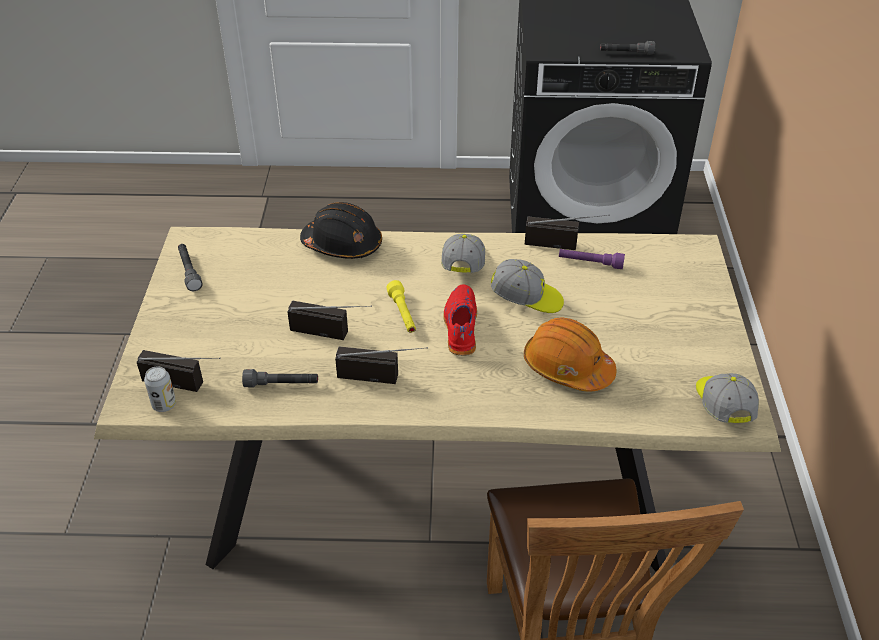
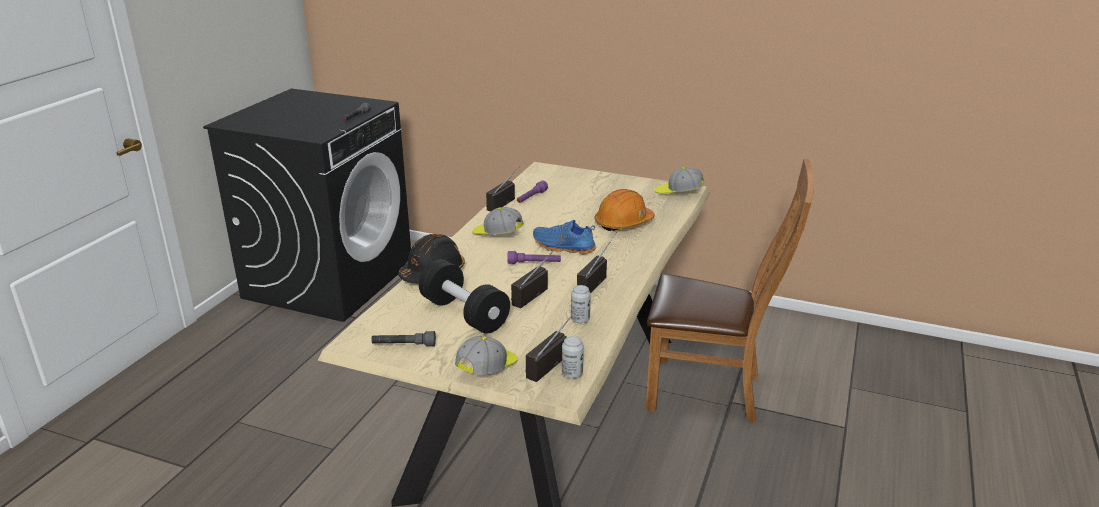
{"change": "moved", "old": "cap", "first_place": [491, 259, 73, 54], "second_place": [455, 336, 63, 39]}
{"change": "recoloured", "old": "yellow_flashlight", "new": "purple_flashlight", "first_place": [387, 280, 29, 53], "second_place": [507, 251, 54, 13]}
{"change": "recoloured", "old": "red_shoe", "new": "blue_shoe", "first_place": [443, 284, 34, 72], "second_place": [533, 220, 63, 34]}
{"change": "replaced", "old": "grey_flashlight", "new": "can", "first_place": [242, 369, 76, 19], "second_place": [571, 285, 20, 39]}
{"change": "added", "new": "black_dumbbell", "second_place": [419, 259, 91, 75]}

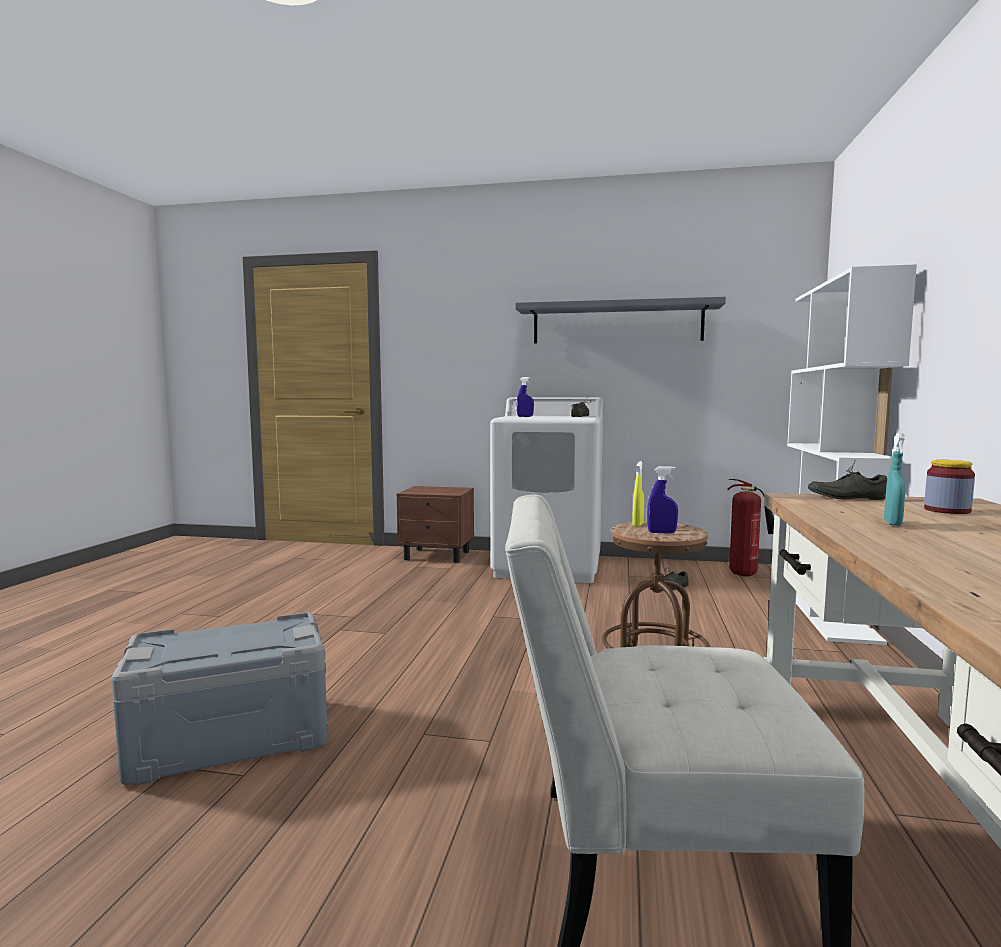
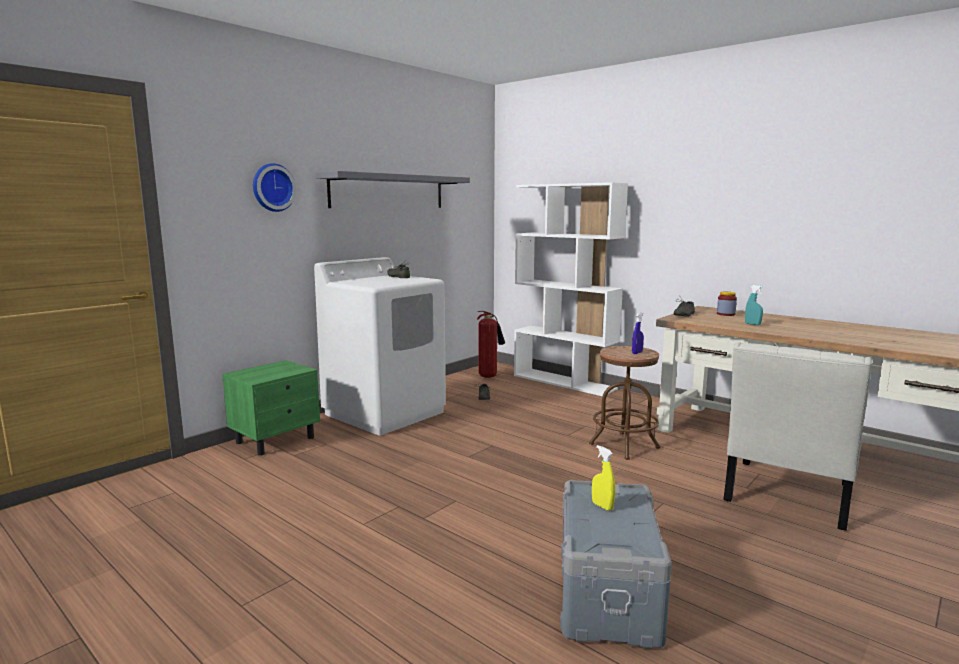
{"change": "removed", "old": "blue_spray_bottle", "first_place": [517, 377, 17, 40]}
{"change": "moved", "old": "yellow_spray_bottle", "first_place": [632, 461, 12, 66], "second_place": [592, 445, 23, 66]}
{"change": "recoloured", "old": "brown_nightstand", "new": "green_nightstand", "first_place": [396, 486, 78, 77], "second_place": [222, 360, 98, 96]}
{"change": "added", "new": "wall_clock", "second_place": [253, 163, 43, 49]}

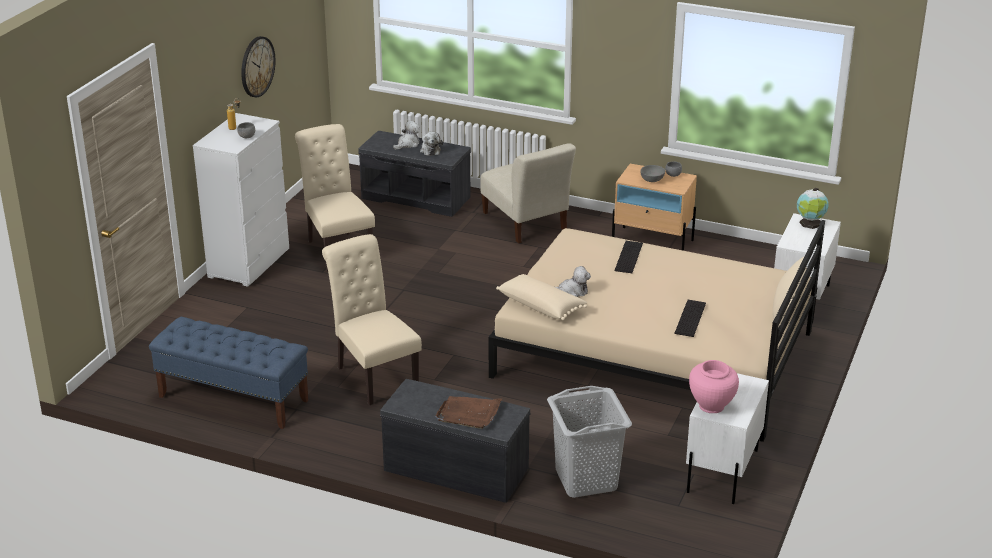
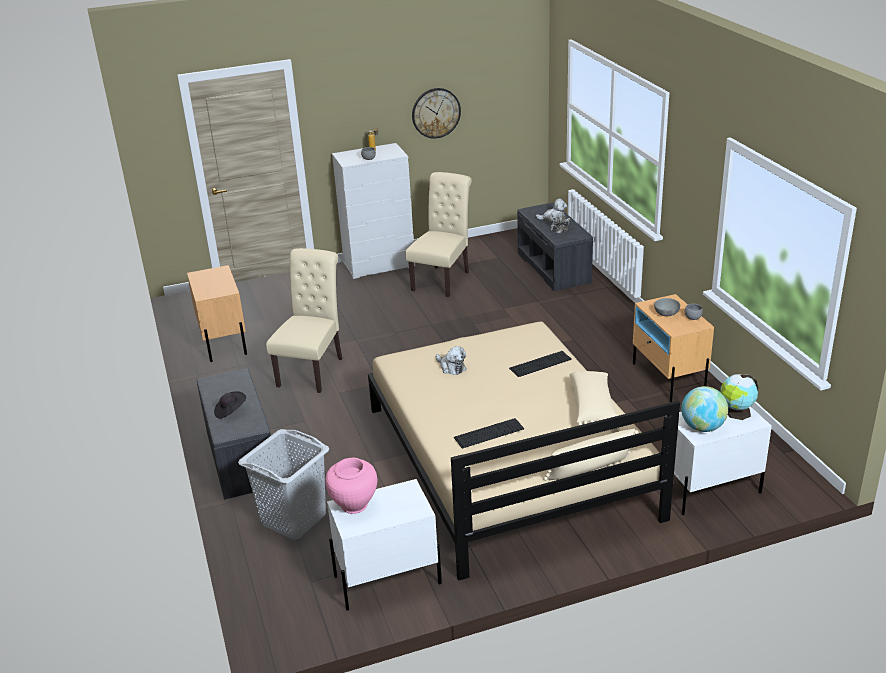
{"change": "removed", "old": "beige_chair", "first_place": [480, 143, 96, 100]}
{"change": "moved", "old": "beige_pillow", "first_place": [496, 274, 91, 46], "second_place": [569, 371, 49, 54]}
{"change": "replaced", "old": "blue_bench", "new": "beige_nightstand", "first_place": [149, 317, 160, 112], "second_place": [187, 265, 60, 97]}
{"change": "replaced", "old": "brown_tray", "new": "black_hat", "first_place": [435, 396, 67, 33], "second_place": [214, 391, 32, 28]}
{"change": "added", "new": "globe", "second_place": [681, 386, 47, 46]}

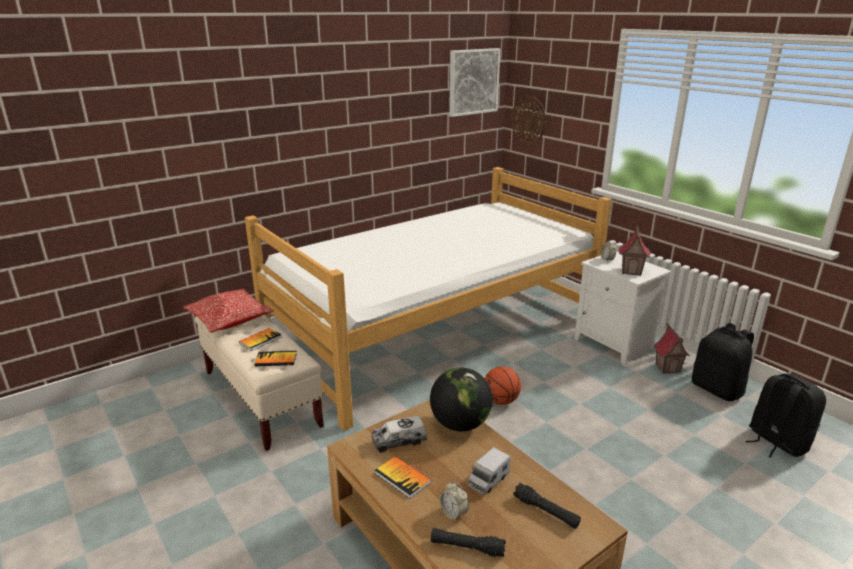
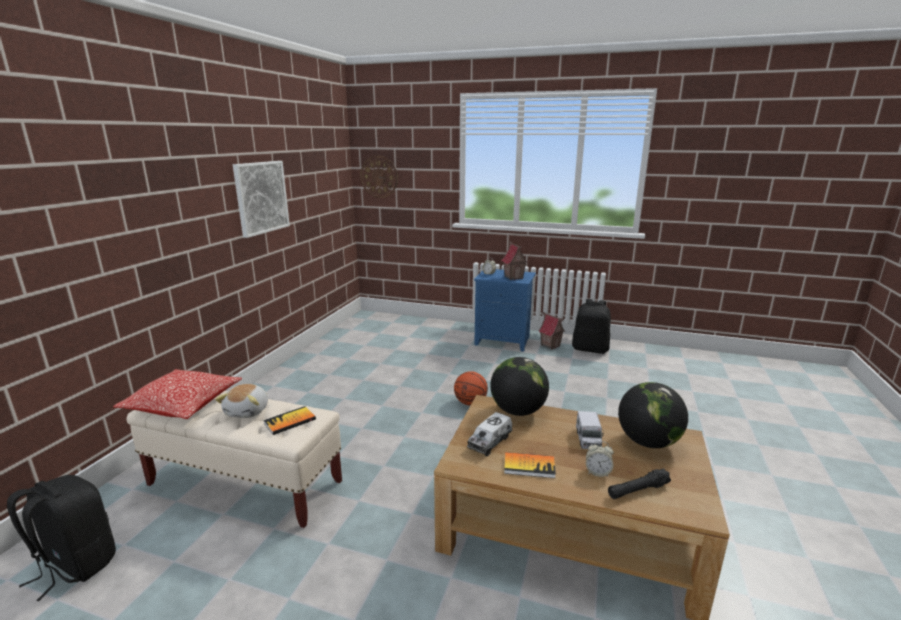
{"change": "moved", "old": "picture", "first_place": [449, 48, 51, 69], "second_place": [233, 161, 57, 77]}
{"change": "removed", "old": "bed", "first_place": [245, 167, 367, 264]}
{"change": "recoloured", "old": "white_nightstand", "new": "blue_nightstand", "first_place": [575, 251, 96, 114], "second_place": [474, 269, 62, 83]}
{"change": "replaced", "old": "book", "new": "plush_toy", "first_place": [239, 328, 43, 23], "second_place": [215, 384, 53, 34]}
{"change": "moved", "old": "black_backpack", "first_place": [745, 373, 81, 85], "second_place": [7, 475, 109, 126]}
{"change": "replaced", "old": "black_flashlight", "new": "globe", "first_place": [513, 483, 68, 46], "second_place": [618, 382, 70, 66]}

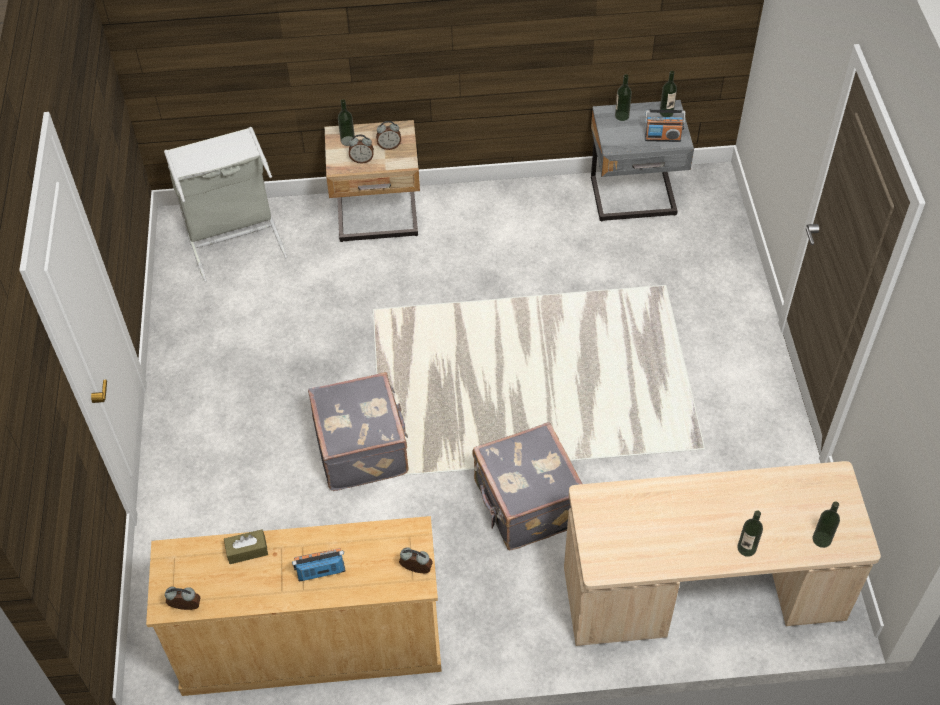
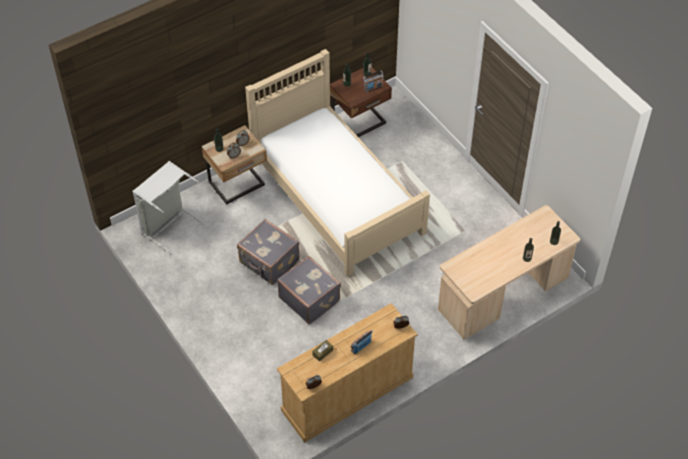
{"change": "recoloured", "old": "grey_nightstand", "new": "brown_nightstand", "first_place": [591, 100, 103, 121], "second_place": [330, 67, 62, 70]}
{"change": "moved", "old": "grey_suitcase", "first_place": [473, 422, 109, 128], "second_place": [237, 219, 63, 66]}
{"change": "added", "new": "beige_bed", "second_place": [245, 49, 185, 228]}

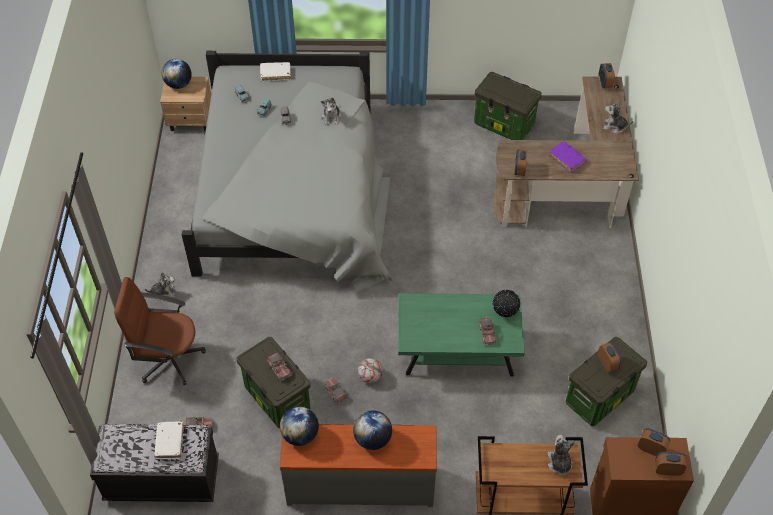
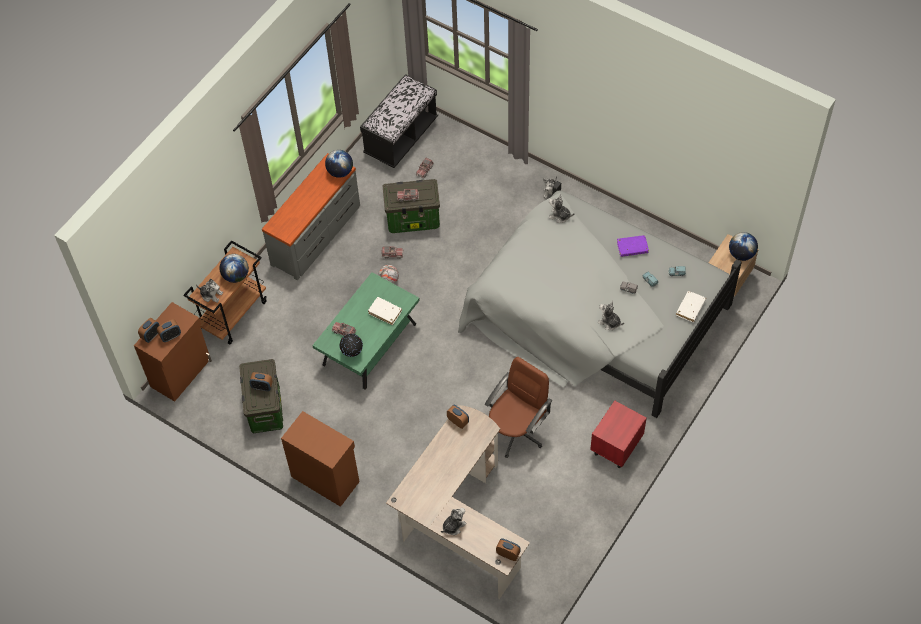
{"change": "removed", "old": "storage_box", "first_place": [474, 72, 68, 68]}
{"change": "moved", "old": "purple_book", "first_place": [549, 141, 38, 32], "second_place": [617, 235, 32, 22]}
{"change": "moved", "old": "brown_office_chair", "first_place": [114, 277, 92, 109], "second_place": [485, 357, 67, 101]}
{"change": "moved", "old": "globe", "first_place": [353, 411, 39, 39], "second_place": [219, 254, 30, 29]}
{"change": "moved", "old": "white_book", "first_place": [154, 421, 30, 38], "second_place": [368, 297, 34, 28]}
{"change": "added", "new": "plush_toy", "second_place": [549, 194, 26, 29]}
{"change": "added", "new": "red_nightstand", "second_place": [590, 401, 57, 67]}
{"change": "added", "new": "brown_cabinet", "second_place": [281, 411, 79, 96]}

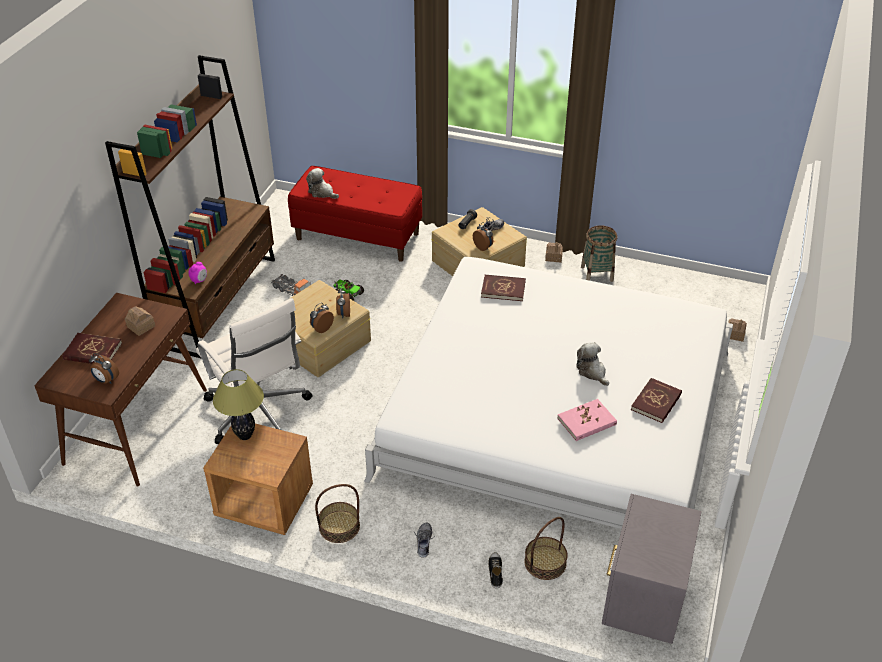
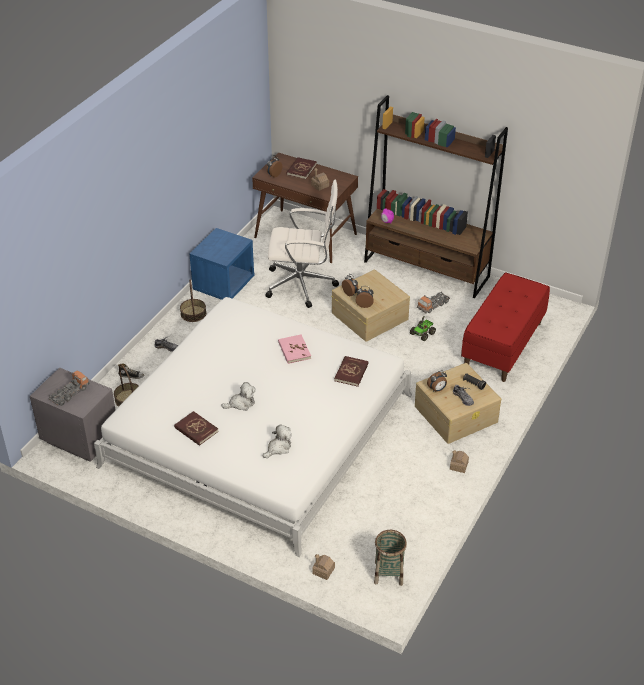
{"change": "moved", "old": "plush_toy", "first_place": [306, 168, 33, 31], "second_place": [263, 424, 29, 34]}
{"change": "moved", "old": "basket", "first_place": [581, 225, 37, 57], "second_place": [374, 530, 33, 56]}
{"change": "turned", "old": "white_office_chair", "first_place": [196, 298, 117, 146], "second_place": [265, 180, 74, 128], "degrees": -150}
{"change": "removed", "old": "table_lamp", "first_place": [213, 369, 51, 71]}
{"change": "moved", "old": "pink_book", "first_place": [557, 399, 60, 42], "second_place": [278, 334, 33, 30]}
{"change": "recoloured", "old": "brown_nightstand", "new": "blue_nightstand", "first_place": [203, 424, 110, 111], "second_place": [189, 228, 66, 72]}
{"change": "added", "new": "toy_truck", "second_place": [49, 370, 41, 36]}

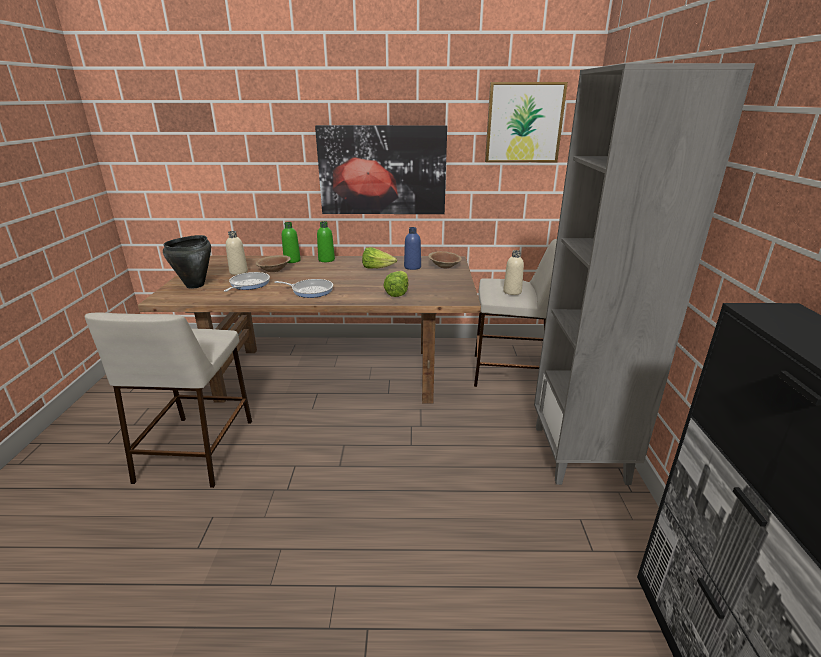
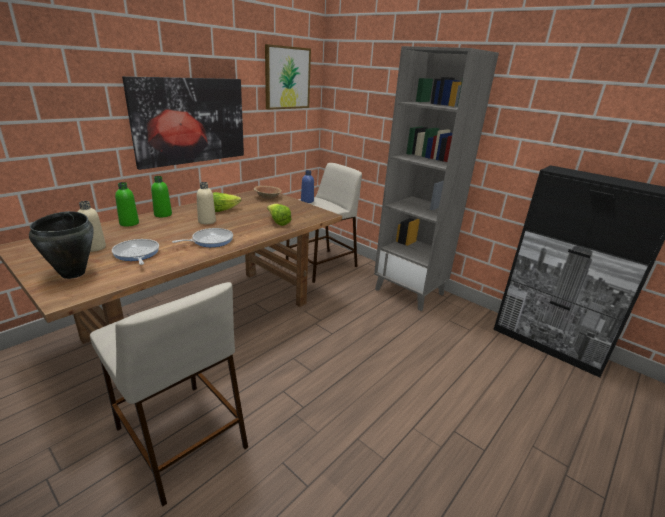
{"change": "moved", "old": "blue_bottle", "first_place": [404, 227, 17, 43], "second_place": [301, 170, 13, 33]}
{"change": "moved", "old": "beige_bottle", "first_place": [503, 250, 21, 45], "second_place": [197, 182, 19, 42]}
{"change": "removed", "old": "brown_bowl", "first_place": [255, 255, 36, 17]}

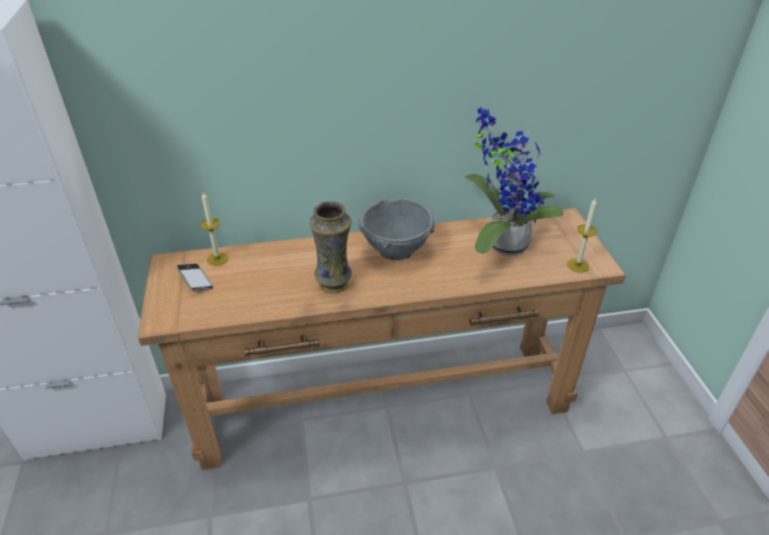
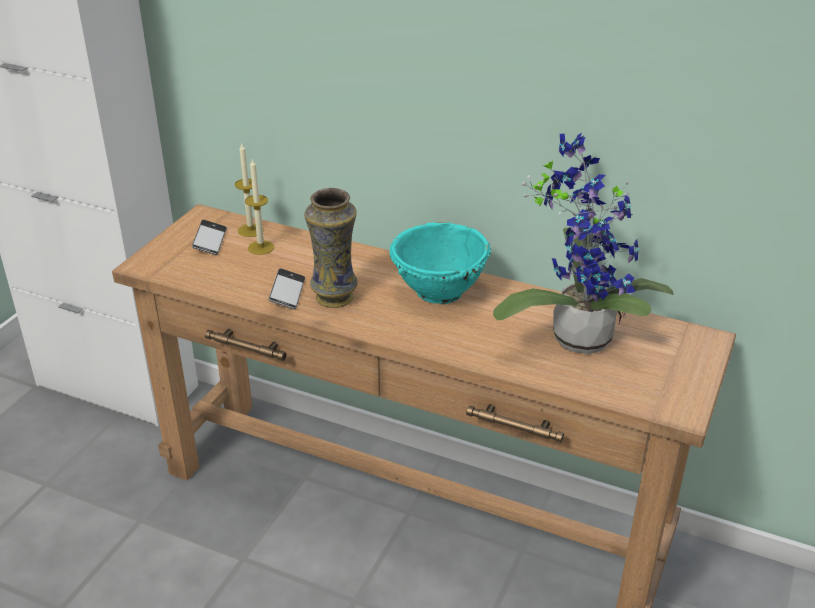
{"change": "moved", "old": "candle", "first_place": [567, 197, 30, 76], "second_place": [245, 158, 29, 97]}
{"change": "recoloured", "old": "grey_bowl", "new": "turquoise_bowl", "first_place": [358, 198, 77, 63], "second_place": [389, 222, 102, 82]}
{"change": "added", "new": "phone", "second_place": [268, 268, 37, 41]}

